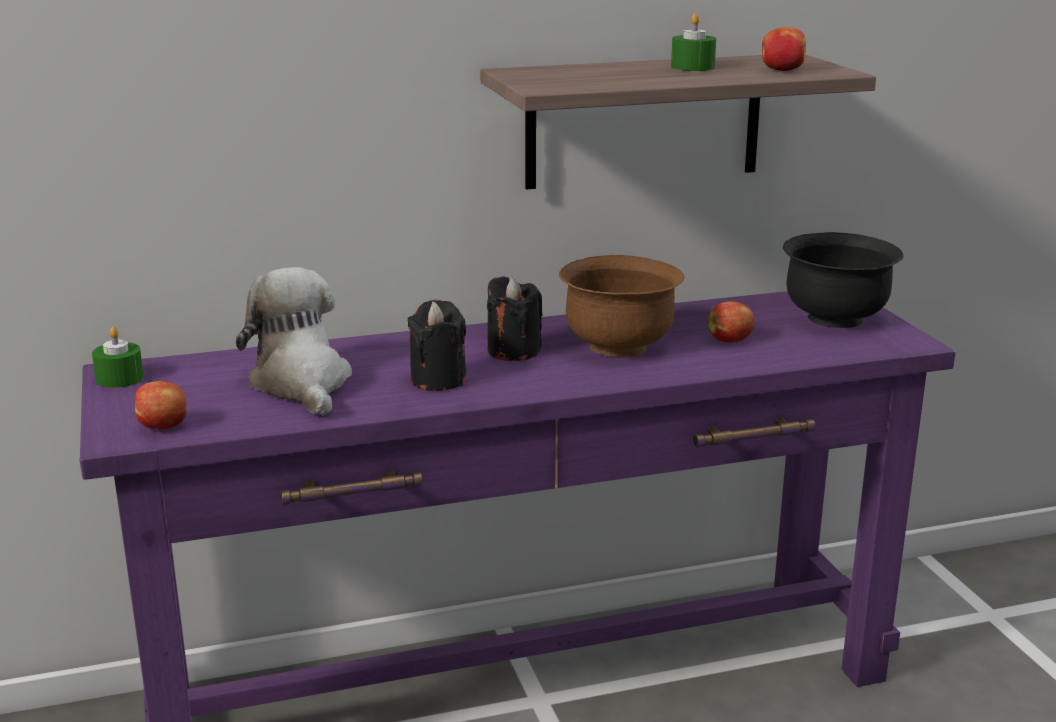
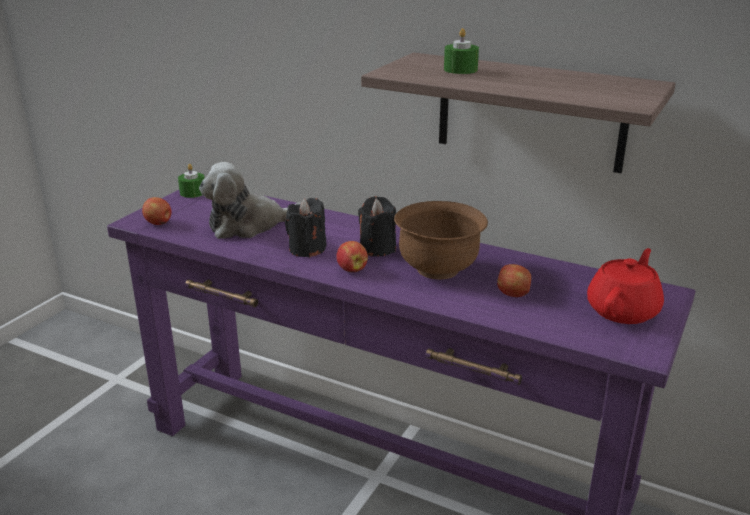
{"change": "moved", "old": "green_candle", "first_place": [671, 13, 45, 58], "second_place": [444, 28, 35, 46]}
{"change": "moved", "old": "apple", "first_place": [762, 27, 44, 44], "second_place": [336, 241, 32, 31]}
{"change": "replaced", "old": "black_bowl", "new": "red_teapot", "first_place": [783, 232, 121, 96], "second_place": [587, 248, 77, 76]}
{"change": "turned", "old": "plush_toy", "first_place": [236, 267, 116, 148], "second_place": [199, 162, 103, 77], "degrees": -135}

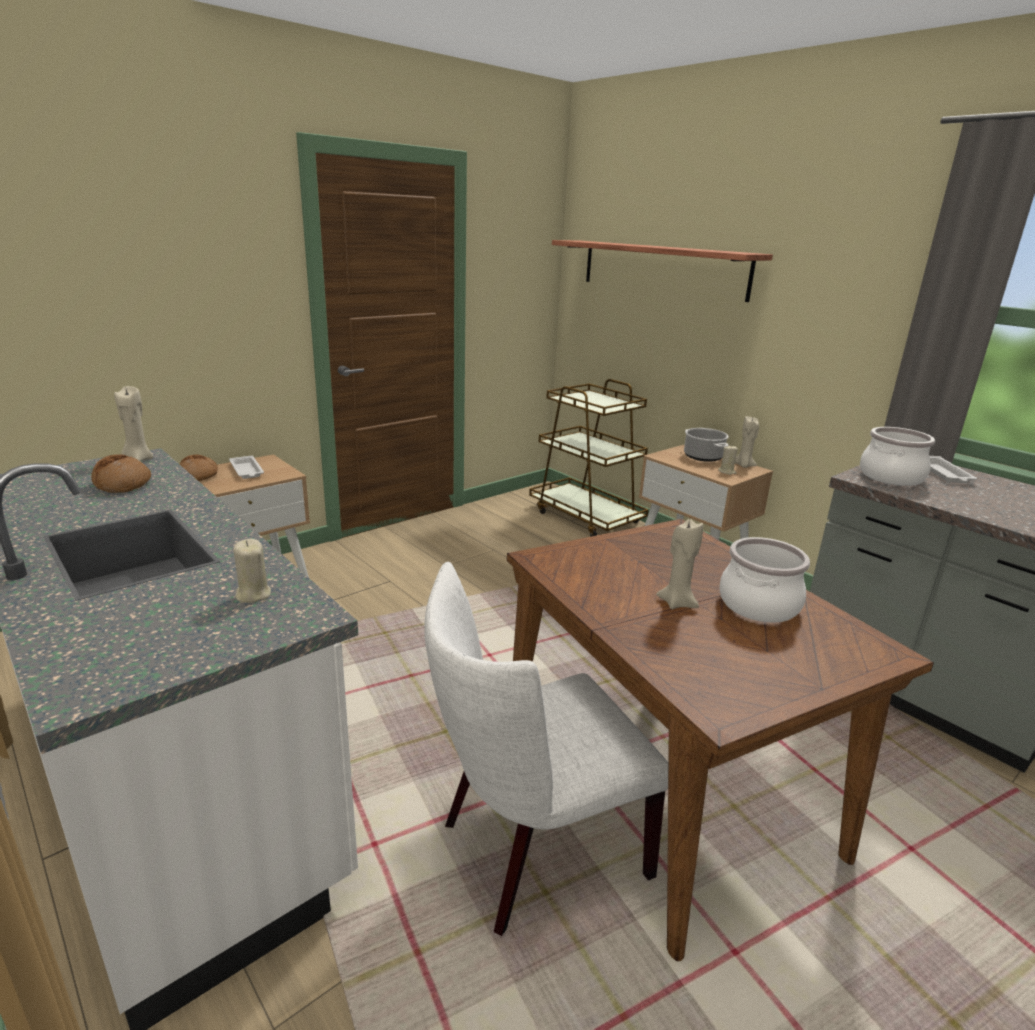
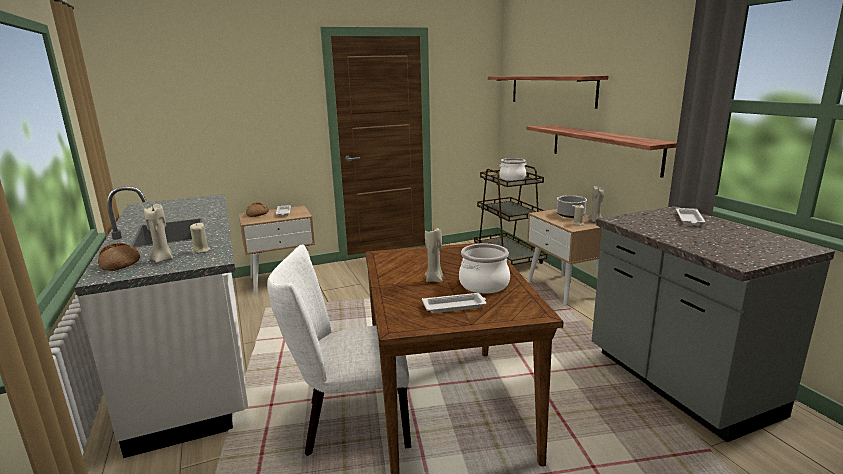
{"change": "moved", "old": "beige_candle", "first_place": [114, 386, 39, 75], "second_place": [144, 204, 29, 59]}
{"change": "moved", "old": "cooking_pot", "first_place": [860, 427, 75, 59], "second_place": [499, 158, 27, 23]}
{"change": "moved", "old": "bread", "first_place": [91, 454, 60, 39], "second_place": [98, 243, 42, 28]}
{"change": "added", "new": "shelf", "second_place": [527, 125, 150, 53]}
{"change": "added", "new": "white_tray", "second_place": [422, 293, 64, 20]}

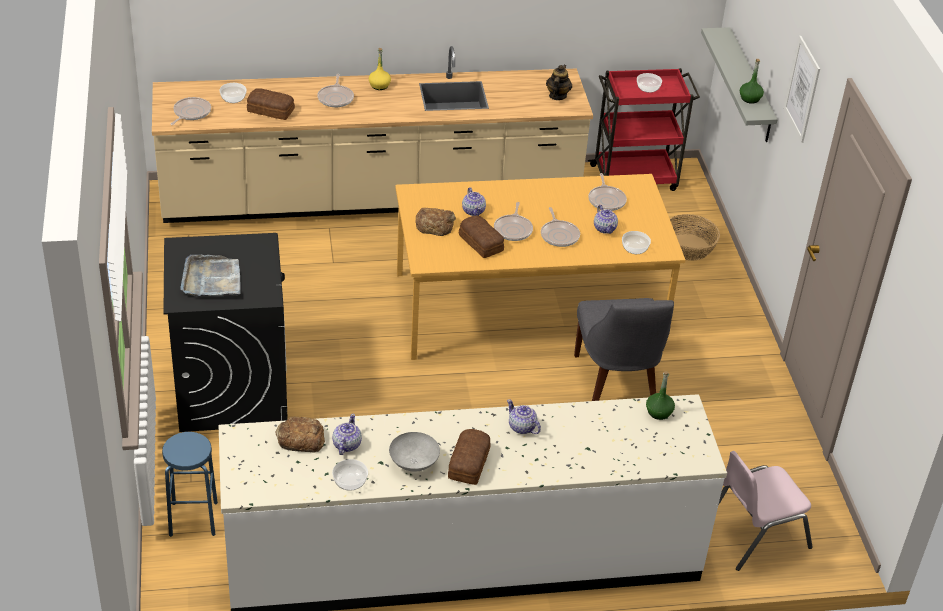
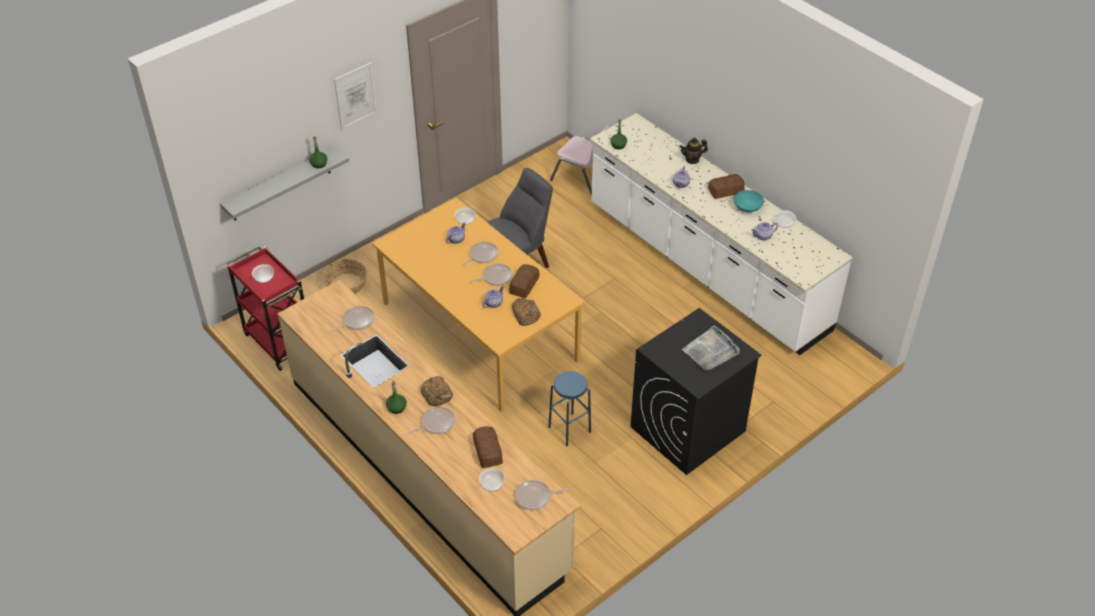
{"change": "recoloured", "old": "yellow_bottle", "new": "green_bottle", "first_place": [369, 48, 22, 42], "second_place": [386, 381, 21, 33]}
{"change": "moved", "old": "teapot", "first_place": [546, 65, 26, 35], "second_place": [680, 138, 28, 26]}
{"change": "moved", "old": "frying_pan", "first_place": [588, 173, 39, 38], "second_place": [331, 306, 44, 25]}
{"change": "moved", "old": "bread", "first_place": [276, 417, 49, 36], "second_place": [421, 376, 32, 31]}
{"change": "moved", "old": "blue_stool", "first_place": [162, 432, 56, 105], "second_place": [548, 371, 43, 75]}
{"change": "recoloured", "old": "grey_bowl", "new": "turquoise_bowl", "first_place": [389, 432, 51, 40], "second_place": [733, 190, 31, 22]}

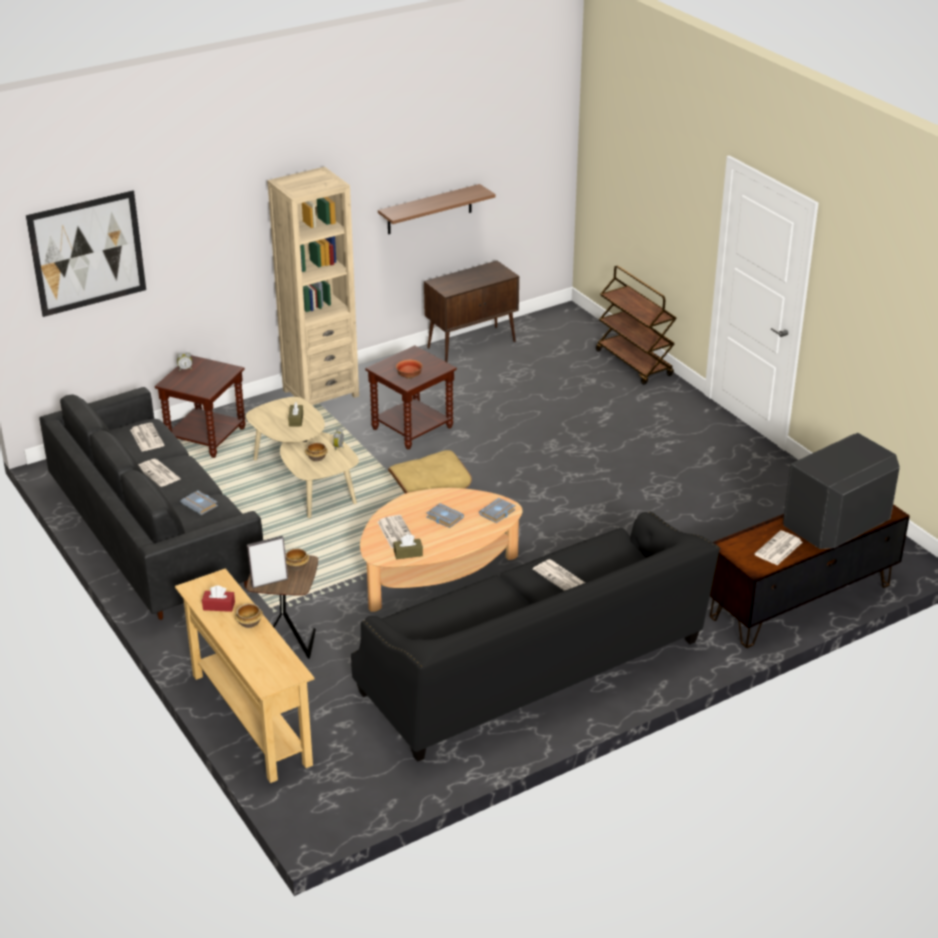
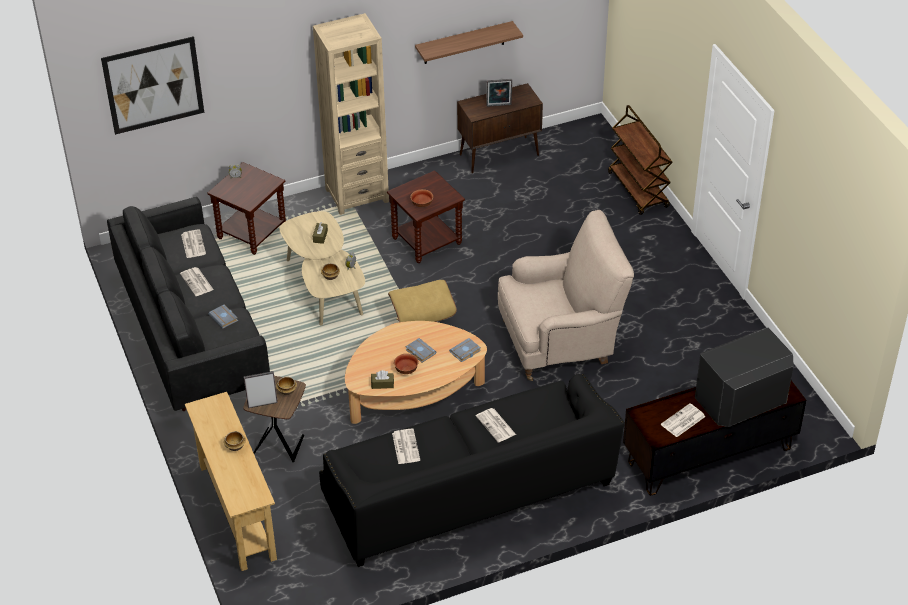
{"change": "moved", "old": "newspaper", "first_place": [378, 515, 34, 34], "second_place": [392, 428, 28, 36]}
{"change": "removed", "old": "red_tissue_box", "first_place": [202, 585, 33, 27]}
{"change": "added", "new": "picture_frame", "second_place": [486, 79, 26, 28]}
{"change": "added", "new": "beige_armchair", "second_place": [498, 210, 136, 171]}
{"change": "added", "new": "bowl", "second_place": [394, 353, 24, 21]}

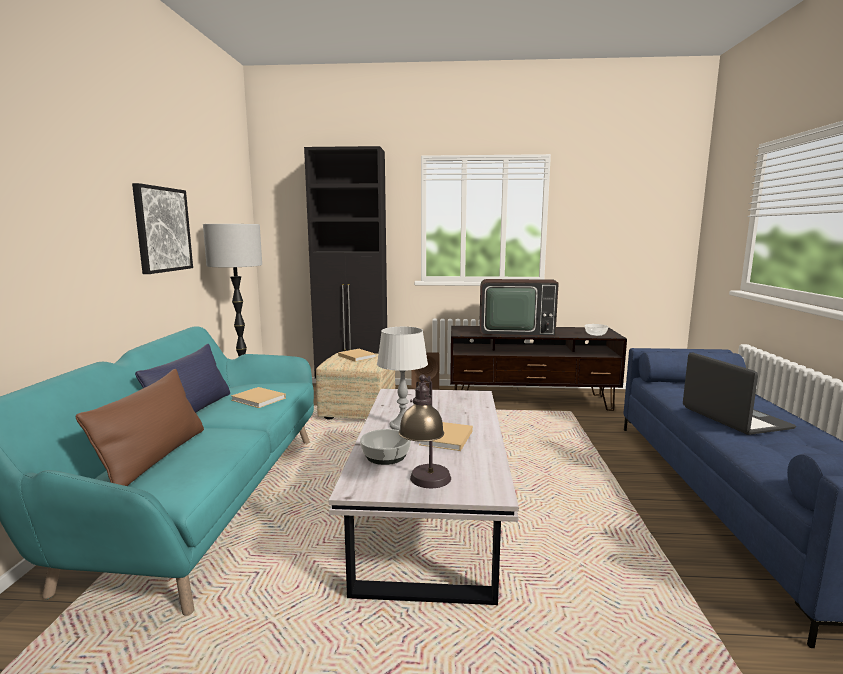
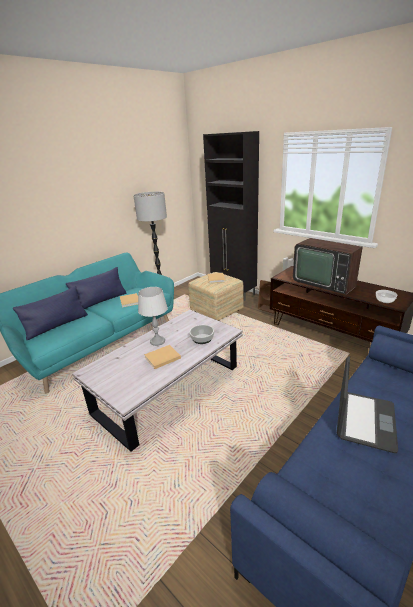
{"change": "removed", "old": "picture", "first_place": [132, 183, 61, 91]}
{"change": "recoloured", "old": "brown_pillow", "new": "blue_pillow", "first_place": [76, 369, 128, 117], "second_place": [13, 286, 75, 54]}
{"change": "removed", "old": "table_lamp", "first_place": [399, 375, 52, 113]}
{"change": "moved", "old": "bowl", "first_place": [360, 429, 51, 36], "second_place": [189, 325, 25, 19]}

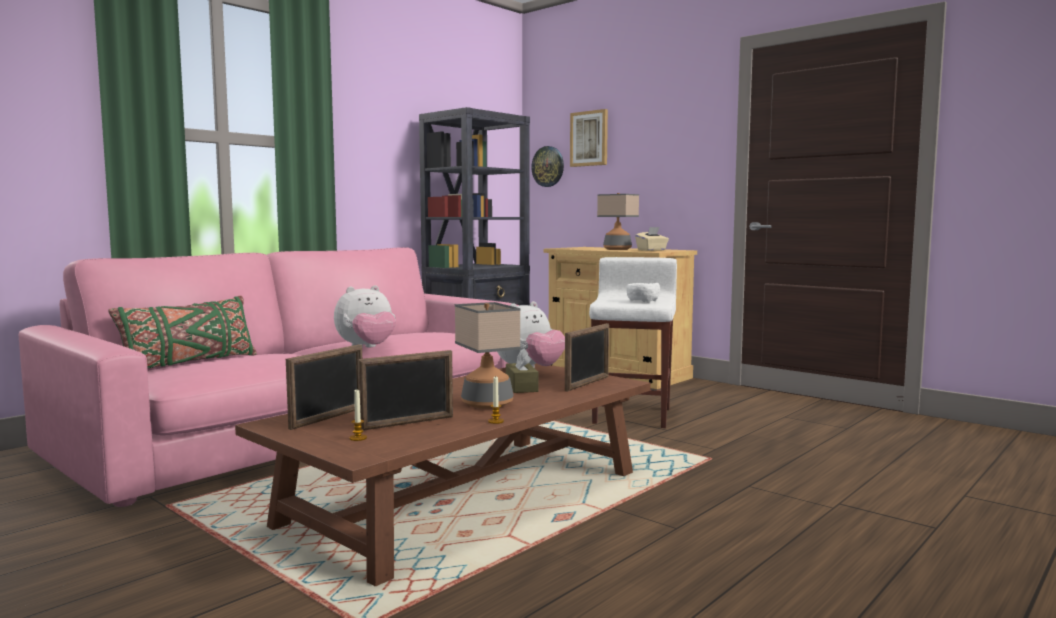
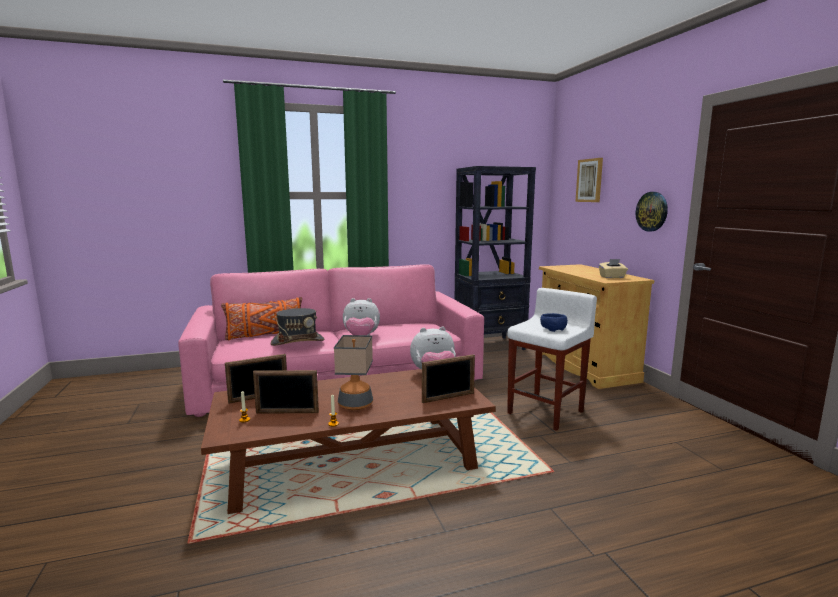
{"change": "moved", "old": "wall_clock", "first_place": [531, 146, 33, 41], "second_place": [636, 192, 32, 40]}
{"change": "removed", "old": "table_lamp", "first_place": [597, 193, 42, 57]}
{"change": "recoloured", "old": "white_bowl", "new": "blue_bowl", "first_place": [626, 283, 34, 20], "second_place": [540, 313, 28, 19]}
{"change": "recoloured", "old": "green_pillow", "new": "orange_pillow", "first_place": [108, 296, 149, 73], "second_place": [221, 297, 81, 43]}
{"change": "removed", "old": "brown_tissue_box", "first_place": [506, 348, 33, 45]}
{"change": "added", "new": "grey_hat", "second_place": [271, 308, 54, 38]}

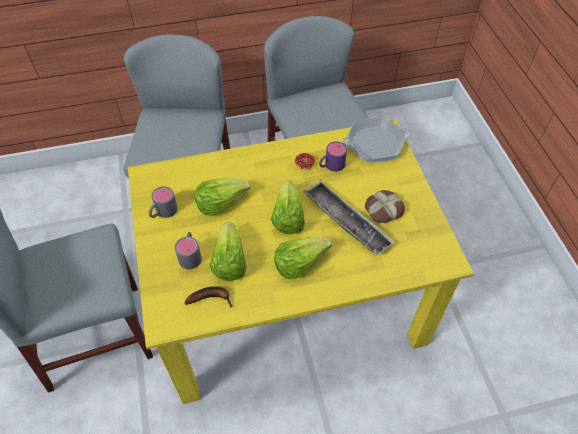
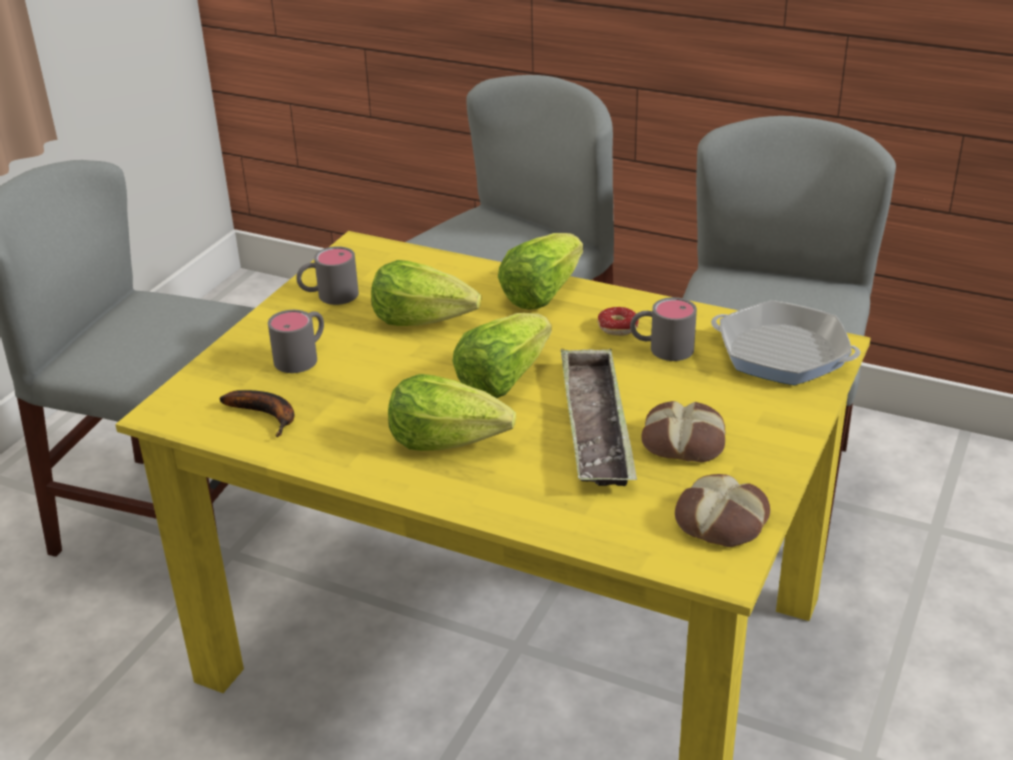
{"change": "recoloured", "old": "purple_mug", "new": "grey_mug", "first_place": [319, 142, 28, 30], "second_place": [630, 297, 67, 64]}
{"change": "moved", "old": "lettuce", "first_place": [210, 222, 36, 59], "second_place": [498, 233, 85, 77]}
{"change": "added", "new": "bread", "second_place": [675, 474, 95, 73]}

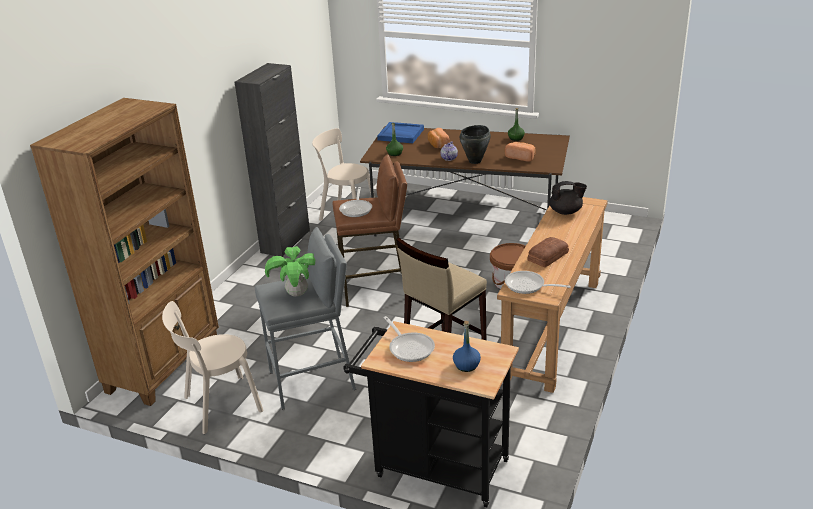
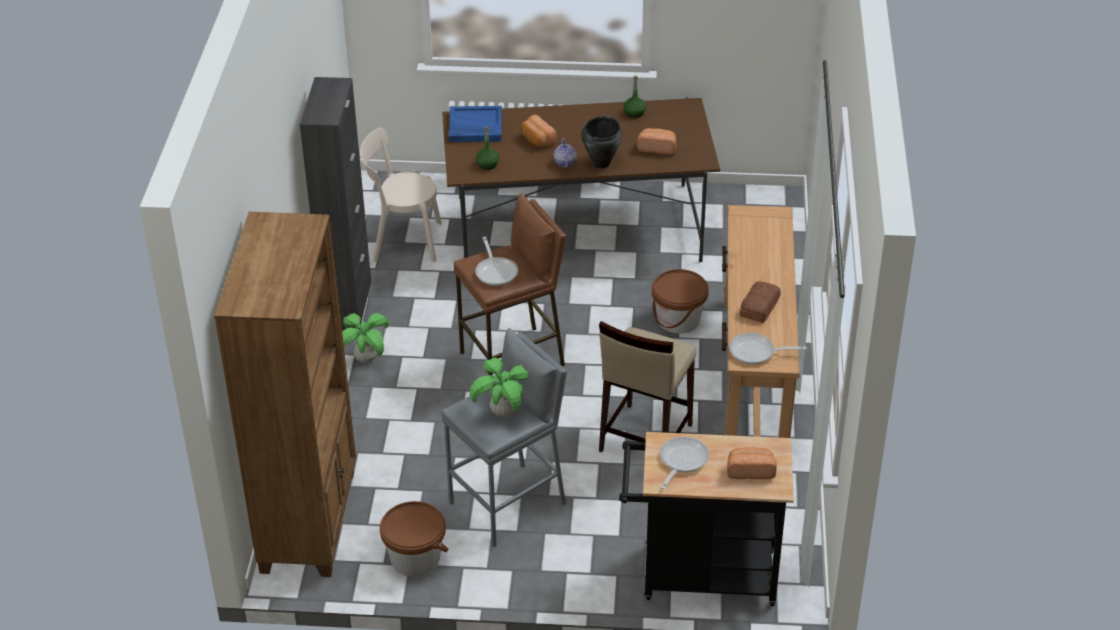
{"change": "removed", "old": "black_teapot", "first_place": [549, 181, 38, 34]}
{"change": "replaced", "old": "beige_chair", "new": "brown_bucket", "first_place": [162, 301, 102, 133], "second_place": [380, 501, 68, 76]}
{"change": "turned", "old": "frying_pan", "first_place": [384, 316, 51, 46], "second_place": [660, 437, 49, 52], "degrees": -105}
{"change": "replaced", "old": "blue_bottle", "new": "bread", "first_place": [453, 321, 28, 51], "second_place": [727, 447, 50, 32]}
{"change": "added", "new": "potted_plant", "second_place": [342, 313, 47, 50]}

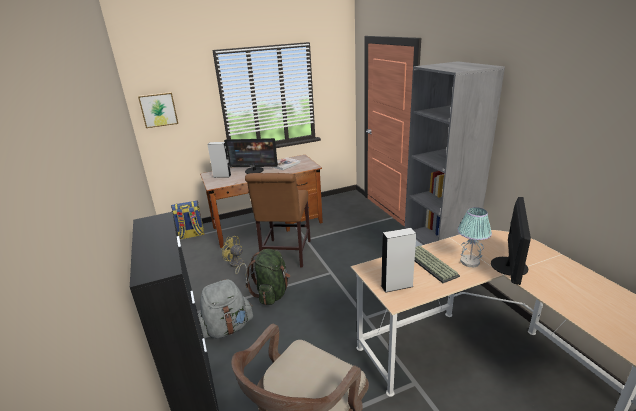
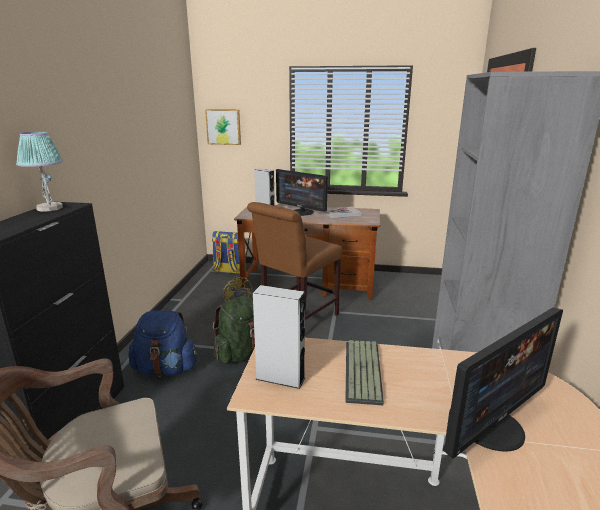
{"change": "moved", "old": "table_lamp", "first_place": [457, 207, 35, 60], "second_place": [16, 132, 47, 80]}
{"change": "recoloured", "old": "grey_backpack", "new": "blue_backpack", "first_place": [198, 279, 55, 60], "second_place": [128, 311, 70, 66]}

